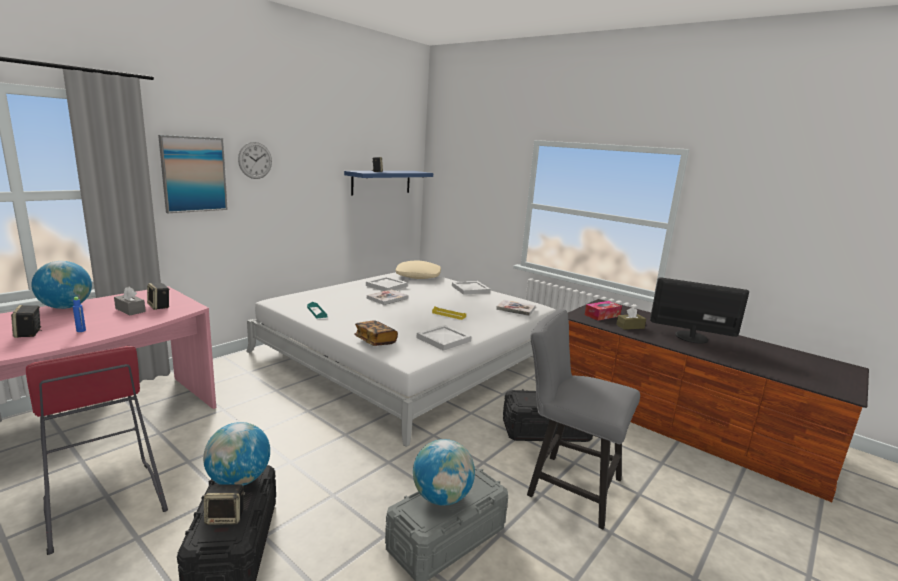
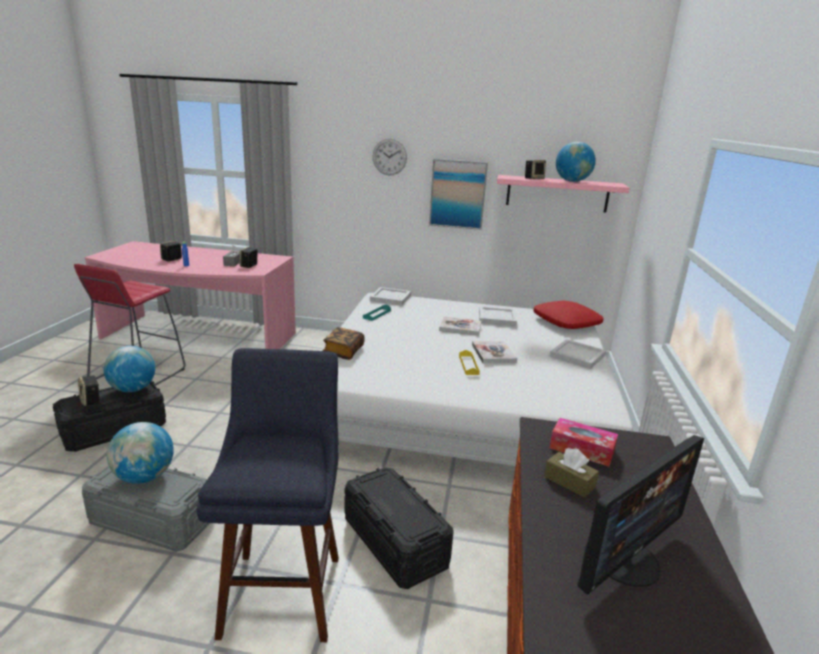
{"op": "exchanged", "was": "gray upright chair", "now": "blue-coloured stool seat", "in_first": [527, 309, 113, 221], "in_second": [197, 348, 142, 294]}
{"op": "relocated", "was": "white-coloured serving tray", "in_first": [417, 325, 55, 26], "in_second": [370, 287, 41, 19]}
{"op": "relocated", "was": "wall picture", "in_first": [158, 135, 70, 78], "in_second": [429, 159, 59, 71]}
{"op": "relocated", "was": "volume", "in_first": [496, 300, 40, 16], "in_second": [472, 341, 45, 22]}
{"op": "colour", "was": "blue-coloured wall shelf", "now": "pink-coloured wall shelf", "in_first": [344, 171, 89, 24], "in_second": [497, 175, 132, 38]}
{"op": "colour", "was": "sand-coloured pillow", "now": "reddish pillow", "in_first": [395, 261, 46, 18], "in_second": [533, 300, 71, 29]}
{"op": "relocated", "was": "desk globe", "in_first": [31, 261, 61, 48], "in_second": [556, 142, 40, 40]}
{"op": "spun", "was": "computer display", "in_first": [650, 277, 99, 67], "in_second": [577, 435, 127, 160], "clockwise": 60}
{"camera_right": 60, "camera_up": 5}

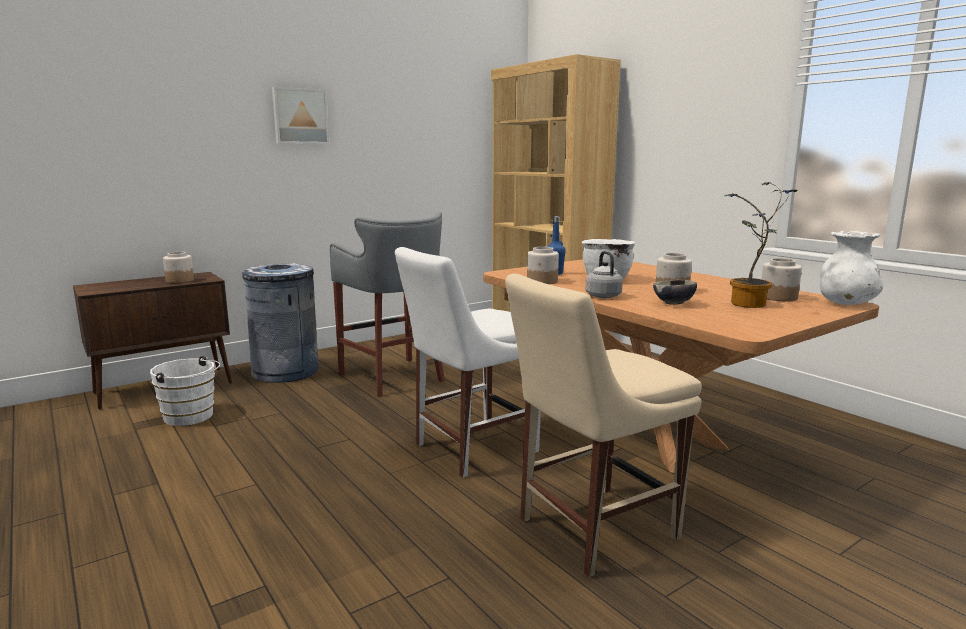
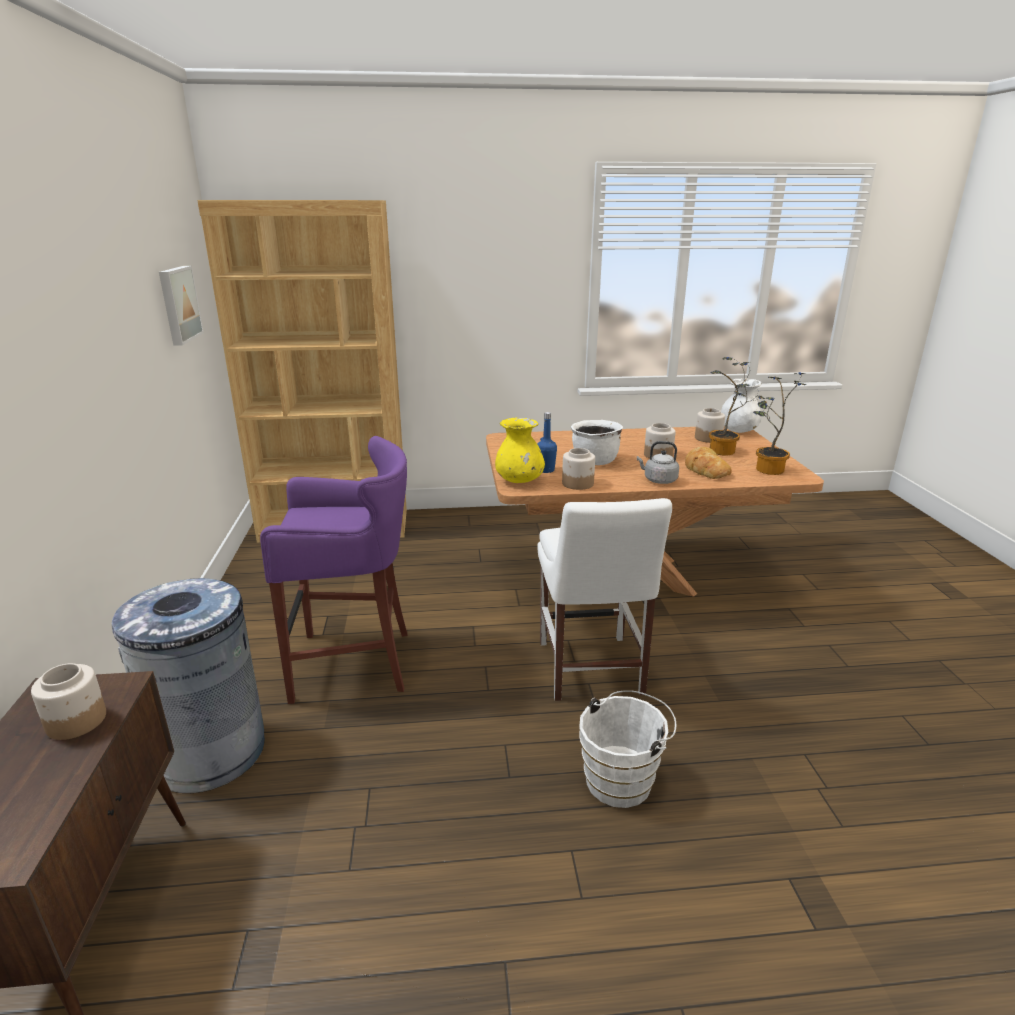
{"op": "relocated", "was": "wall picture", "in_first": [272, 87, 57, 57], "in_second": [159, 266, 45, 80]}
{"op": "colour", "was": "gray stool seat", "now": "purple stool seat", "in_first": [330, 212, 115, 185], "in_second": [260, 436, 148, 268]}
{"op": "appeared", "now": "yellow-coloured flower vase", "in_second": [495, 418, 50, 65]}
{"op": "relocated", "was": "white-coloured pail", "in_first": [150, 356, 70, 70], "in_second": [579, 690, 97, 118]}
{"op": "exchanged", "was": "serving bowl", "now": "baked bread", "in_first": [653, 280, 44, 25], "in_second": [685, 447, 47, 32]}
{"op": "appeared", "now": "plant in a pot", "in_second": [753, 372, 53, 103]}
{"op": "missing", "was": "sand-coloured upright chair", "in_first": [505, 274, 197, 303]}
{"camera_right": -60, "camera_up": 10}

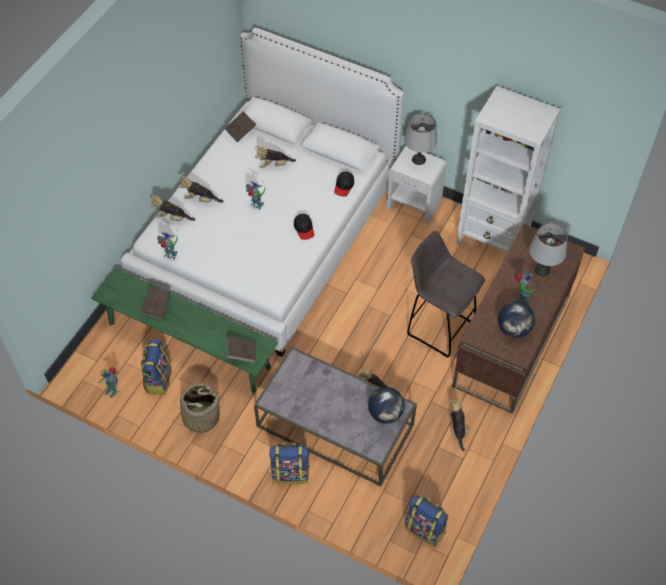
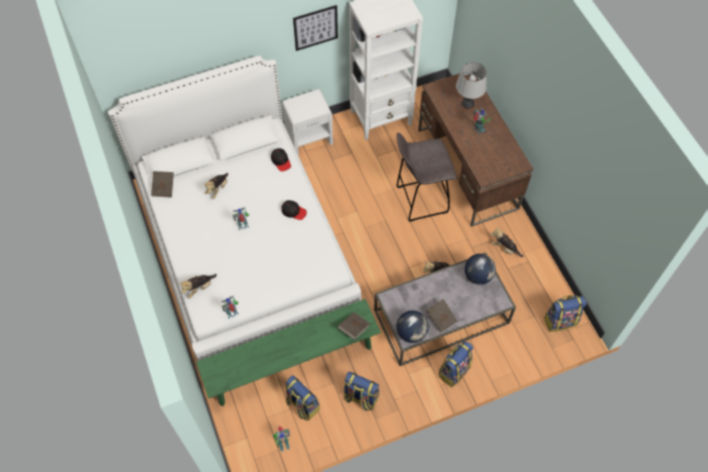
{"op": "appeared", "now": "wall picture", "in_second": [293, 5, 45, 46]}
{"op": "exchanged", "was": "household basket", "now": "backpack", "in_first": [176, 383, 47, 50], "in_second": [344, 372, 36, 39]}
{"op": "relocated", "was": "desk globe", "in_first": [498, 301, 37, 37], "in_second": [396, 311, 33, 32]}
{"op": "relocated", "was": "brown-coloured volume", "in_first": [141, 286, 30, 33], "in_second": [426, 299, 32, 34]}
{"op": "missing", "was": "plush toy", "in_first": [178, 176, 46, 27]}
{"op": "missing", "was": "gray tabletop lamp", "in_first": [404, 113, 33, 52]}
{"camera_right": -50, "camera_up": 5}

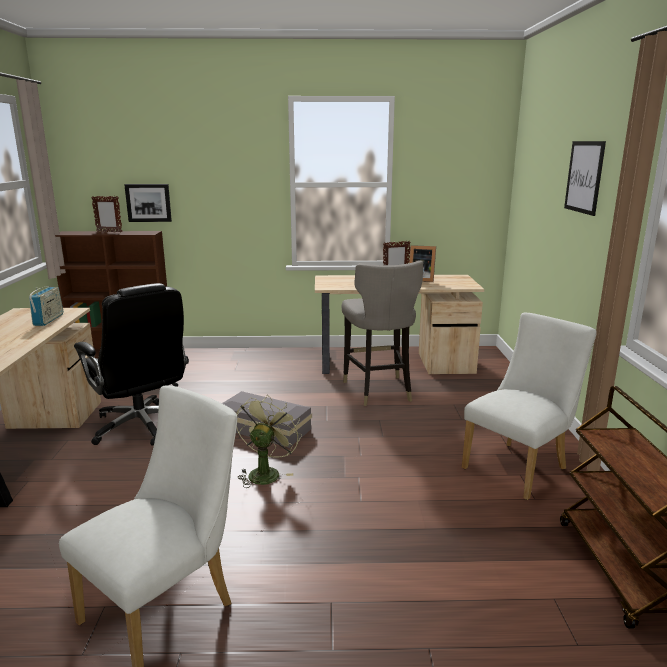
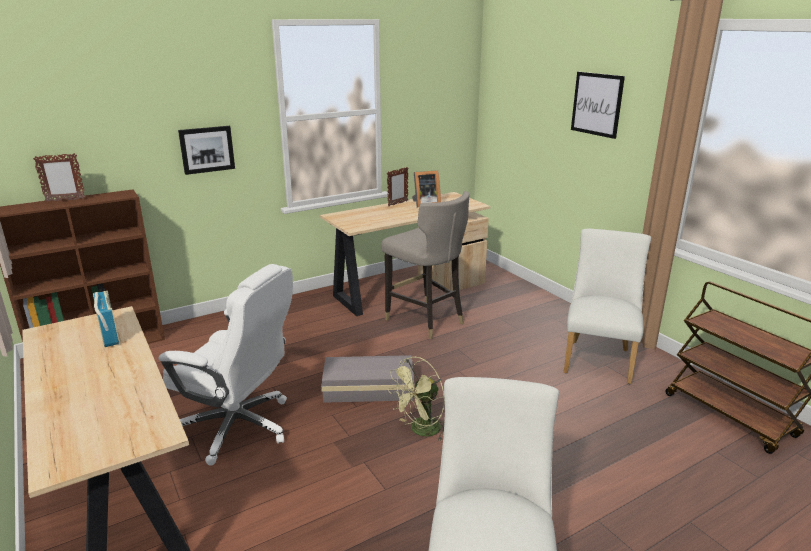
{"op": "colour", "was": "blackish office chair", "now": "white-coloured office chair", "in_first": [74, 283, 115, 163], "in_second": [158, 264, 135, 202]}
{"op": "relocated", "was": "wall picture", "in_first": [124, 184, 48, 38], "in_second": [178, 126, 57, 49]}
{"op": "spun", "was": "green-coloured electric fan", "in_first": [236, 395, 66, 93], "in_second": [388, 357, 56, 85], "clockwise": -120}
{"camera_right": -30, "camera_up": 5}

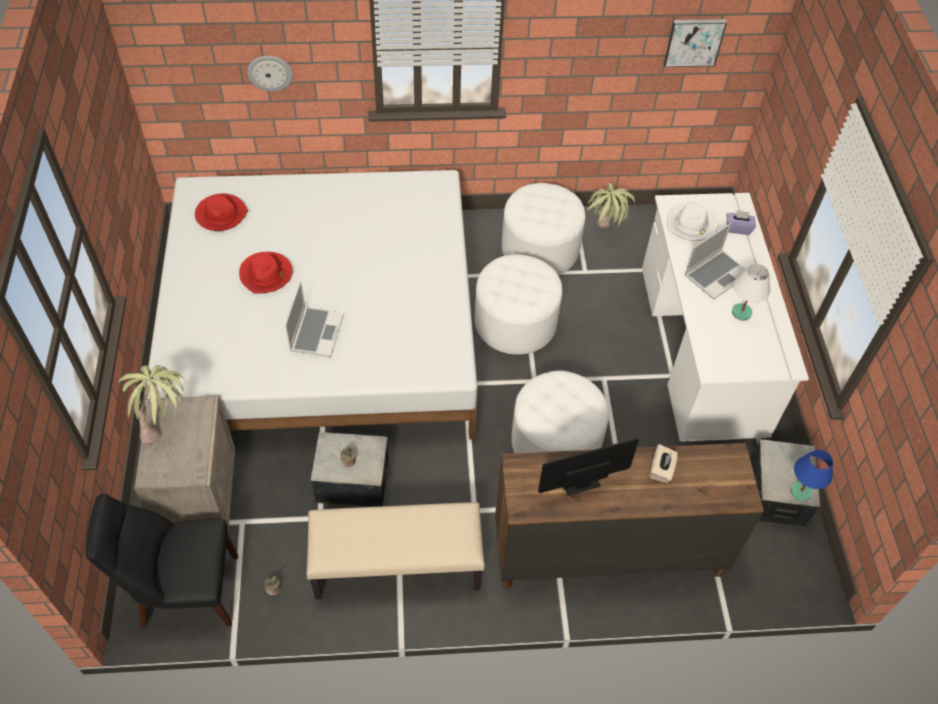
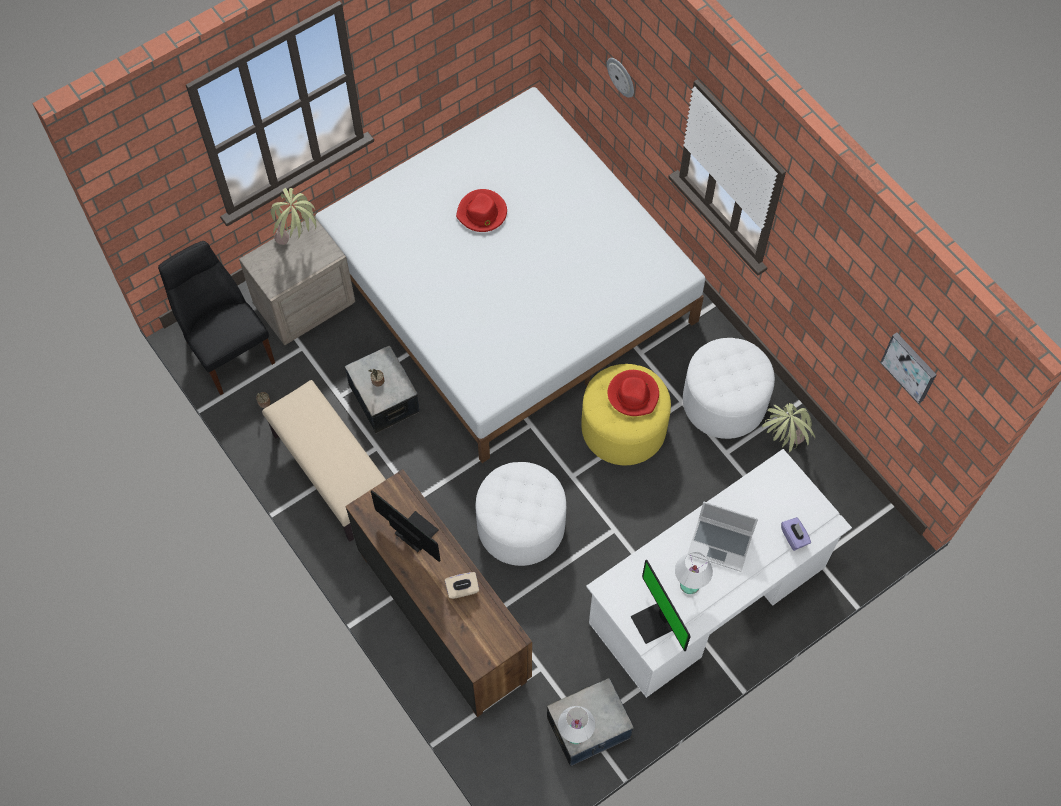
{"op": "colour", "was": "blue-coloured tabletop lamp", "now": "white-coloured tabletop lamp", "in_first": [791, 449, 42, 52], "in_second": [558, 706, 37, 38]}
{"op": "colour", "was": "white-coloured pouffe", "now": "yellow-coloured pouffe", "in_first": [475, 254, 87, 101], "in_second": [581, 364, 90, 101]}
{"op": "relocated", "was": "reddish hat", "in_first": [195, 193, 53, 38], "in_second": [608, 370, 51, 46]}
{"op": "appeared", "now": "computer display", "in_second": [630, 560, 61, 91]}
{"op": "missing", "was": "portable computer", "in_first": [285, 281, 59, 76]}
{"op": "missing", "was": "white-coloured hat", "in_first": [667, 202, 51, 39]}
{"camera_right": 60, "camera_up": 10}

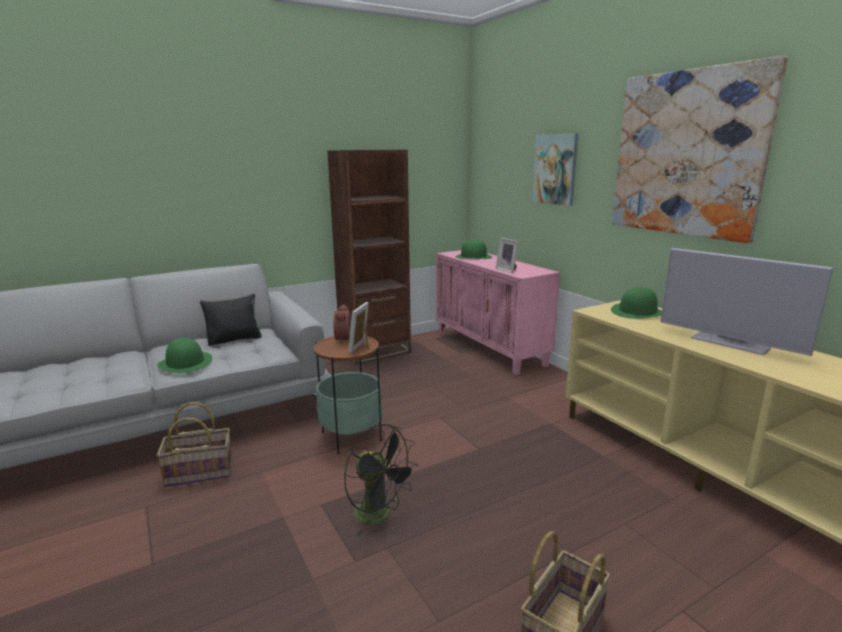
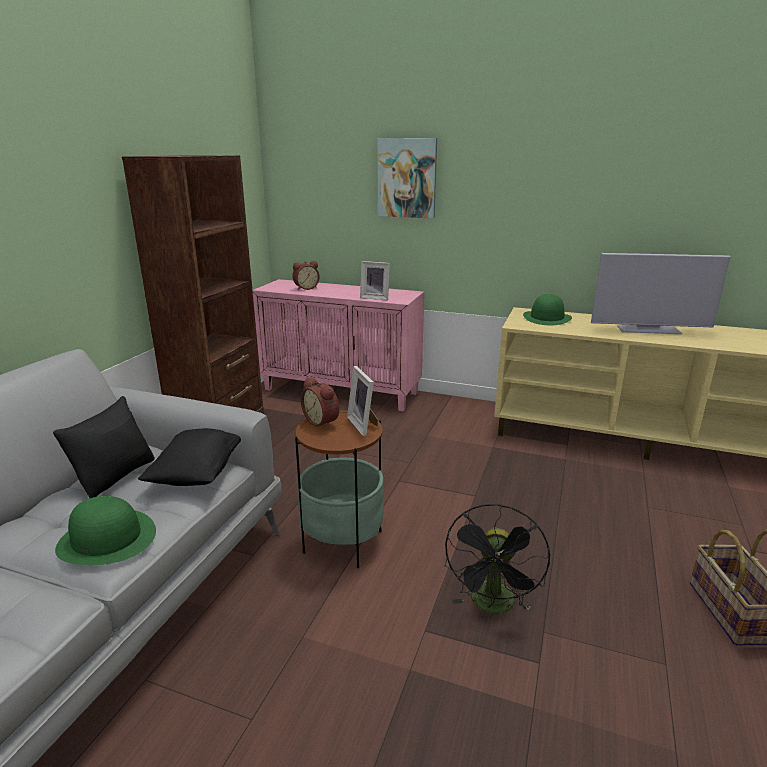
{"op": "appeared", "now": "blackish pillow", "in_second": [138, 428, 103, 58]}
{"op": "exchanged", "was": "green-coloured hat", "now": "bedside clock", "in_first": [455, 240, 37, 19], "in_second": [292, 261, 28, 29]}
{"op": "spun", "was": "blackish electric fan", "in_first": [344, 424, 74, 113], "in_second": [444, 504, 106, 109], "clockwise": 105}
{"op": "missing", "was": "household basket", "in_first": [157, 402, 76, 85]}
{"op": "missing", "was": "wall picture", "in_first": [612, 56, 176, 187]}
{"camera_right": -40, "camera_up": 5}

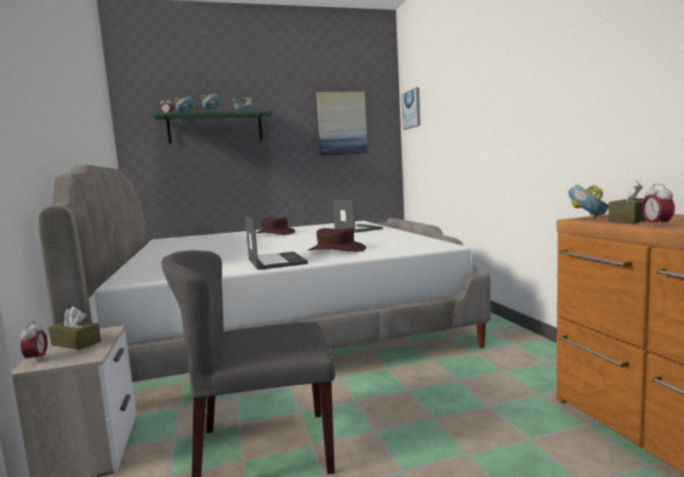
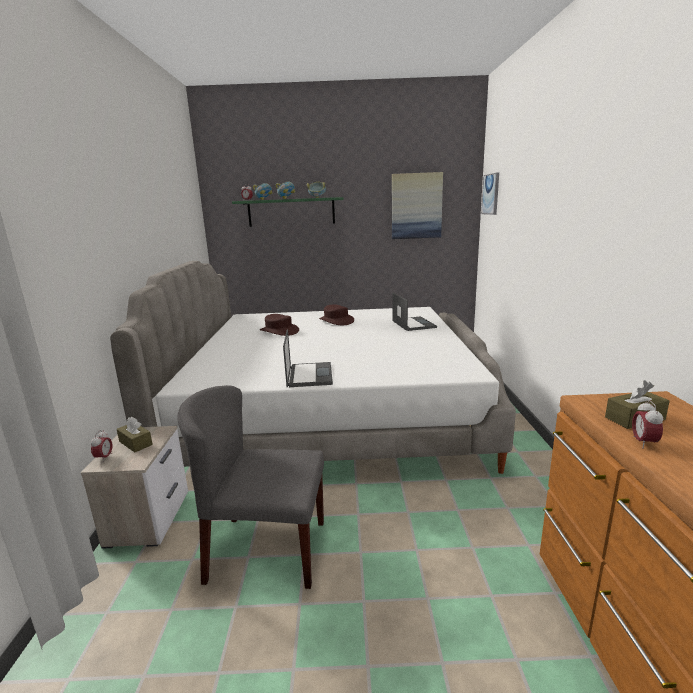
{"op": "relocated", "was": "brown-coloured hat", "in_first": [308, 228, 58, 24], "in_second": [260, 314, 39, 22]}
{"op": "missing", "was": "serving bowl", "in_first": [568, 184, 41, 35]}
{"camera_right": 15, "camera_up": 10}

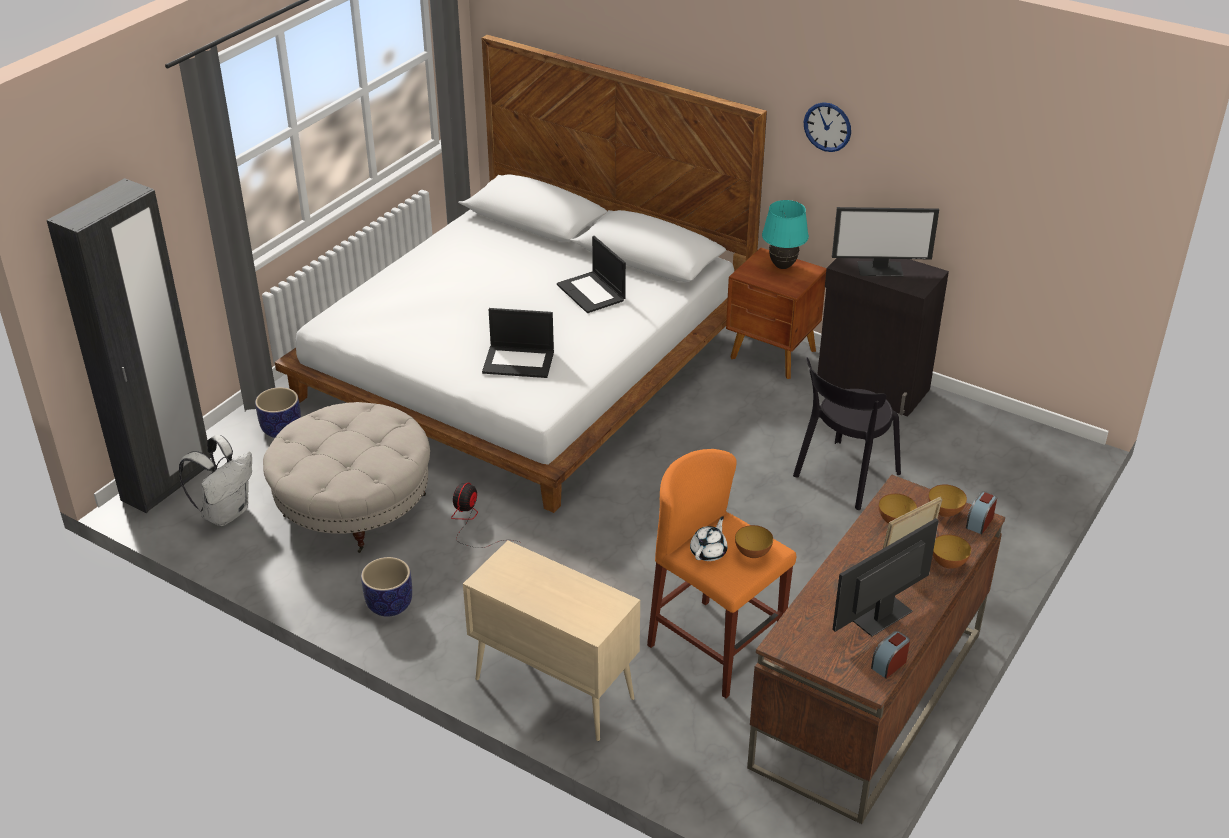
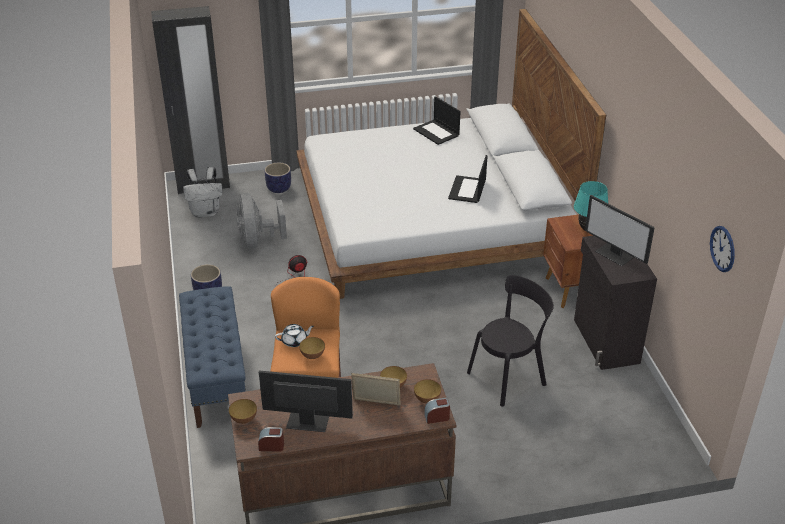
{"op": "exchanged", "was": "sand-coloured cupboard", "now": "blue-coloured indoor bench", "in_first": [463, 540, 177, 201], "in_second": [179, 286, 67, 142]}
{"op": "relocated", "was": "serving bowl", "in_first": [933, 535, 38, 34], "in_second": [229, 399, 28, 25]}
{"op": "exchanged", "was": "sand-coloured pouffe", "now": "gray electric fan", "in_first": [263, 402, 167, 151], "in_second": [236, 193, 51, 56]}
{"op": "relocated", "was": "portable computer", "in_first": [482, 308, 72, 70], "in_second": [413, 96, 48, 49]}
{"op": "spun", "was": "blackish upright chair", "in_first": [793, 357, 108, 153], "in_second": [467, 275, 87, 132], "clockwise": 150}
{"op": "relocated", "was": "wall clock", "in_first": [803, 102, 48, 50], "in_second": [710, 226, 25, 46]}
{"camera_right": 45, "camera_up": 0}

